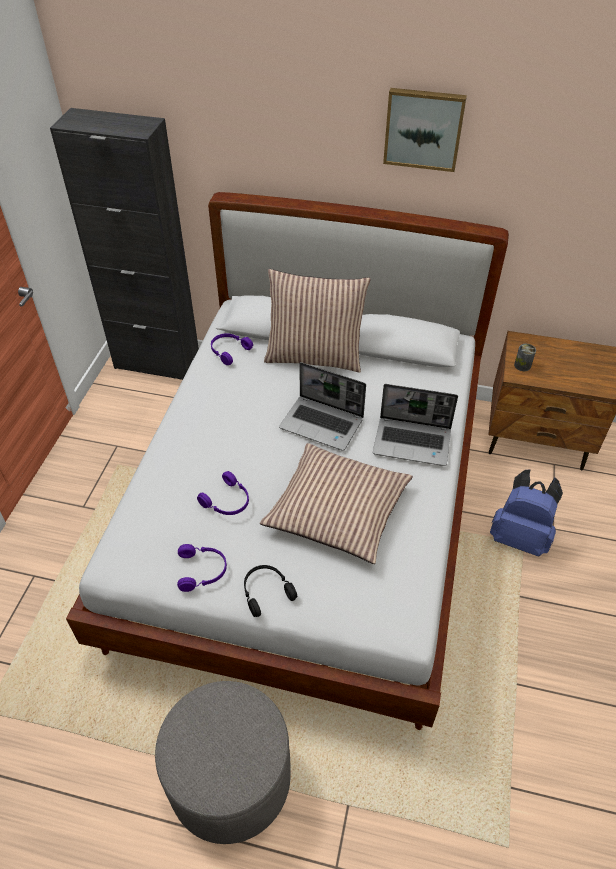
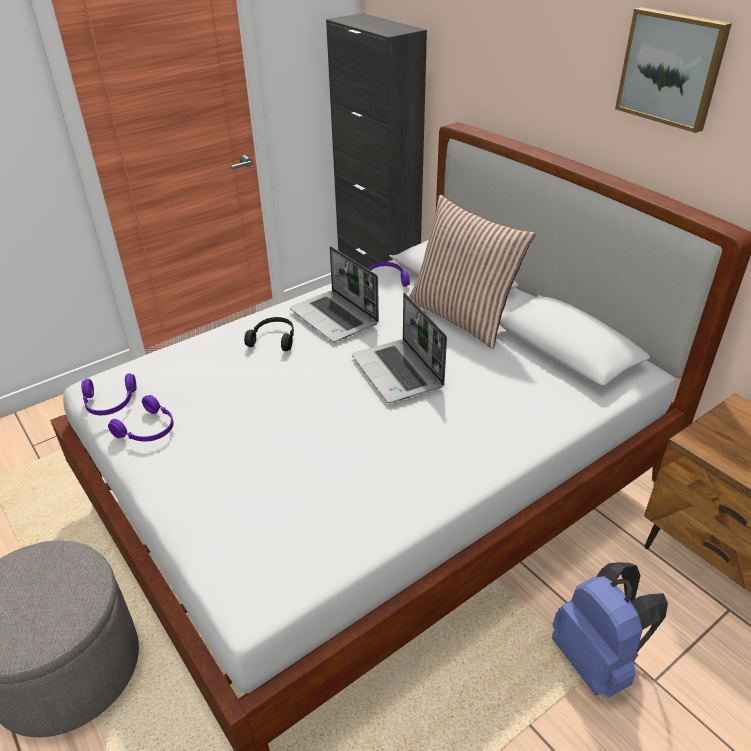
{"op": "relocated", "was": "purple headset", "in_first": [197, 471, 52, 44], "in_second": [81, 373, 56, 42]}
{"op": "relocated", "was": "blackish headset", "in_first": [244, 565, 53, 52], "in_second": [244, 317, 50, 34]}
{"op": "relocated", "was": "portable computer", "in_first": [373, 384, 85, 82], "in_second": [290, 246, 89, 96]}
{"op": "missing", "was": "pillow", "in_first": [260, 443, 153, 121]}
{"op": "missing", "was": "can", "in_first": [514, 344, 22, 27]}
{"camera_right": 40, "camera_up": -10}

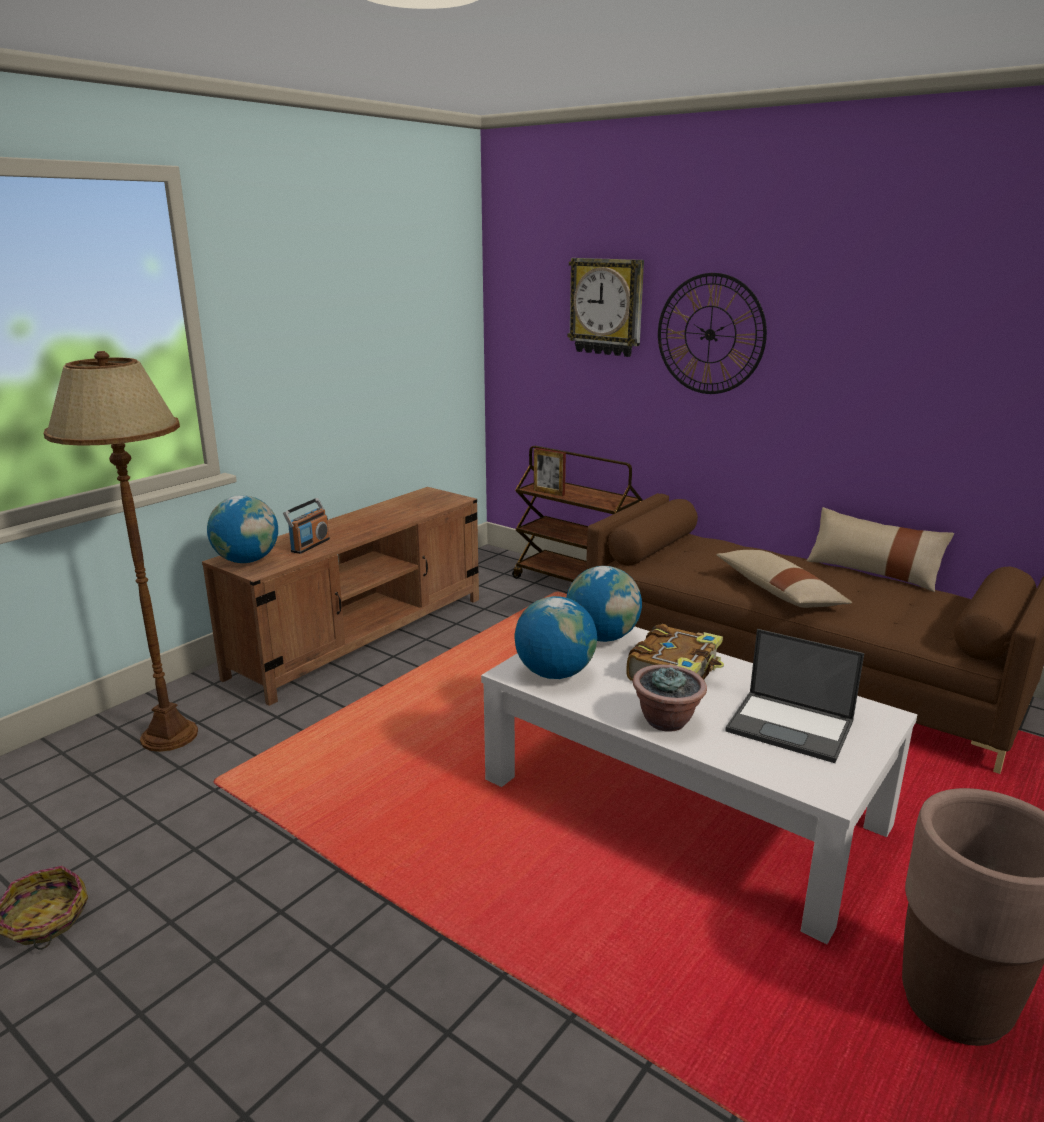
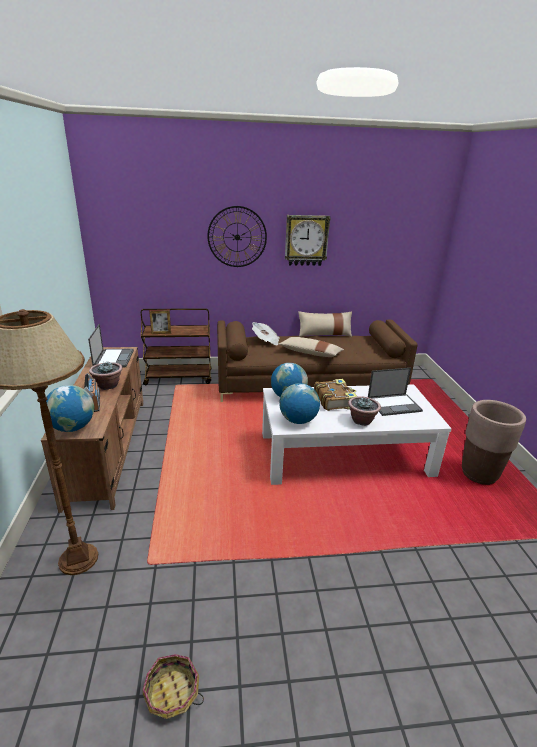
{"op": "appeared", "now": "portable computer", "in_second": [88, 324, 46, 43]}
{"op": "appeared", "now": "plant in a pot", "in_second": [89, 362, 34, 28]}
{"op": "appeared", "now": "newspaper", "in_second": [252, 322, 28, 24]}
{"op": "relocated", "was": "wall clock", "in_first": [567, 258, 77, 99], "in_second": [285, 215, 46, 51]}
{"camera_right": -45, "camera_up": 5}

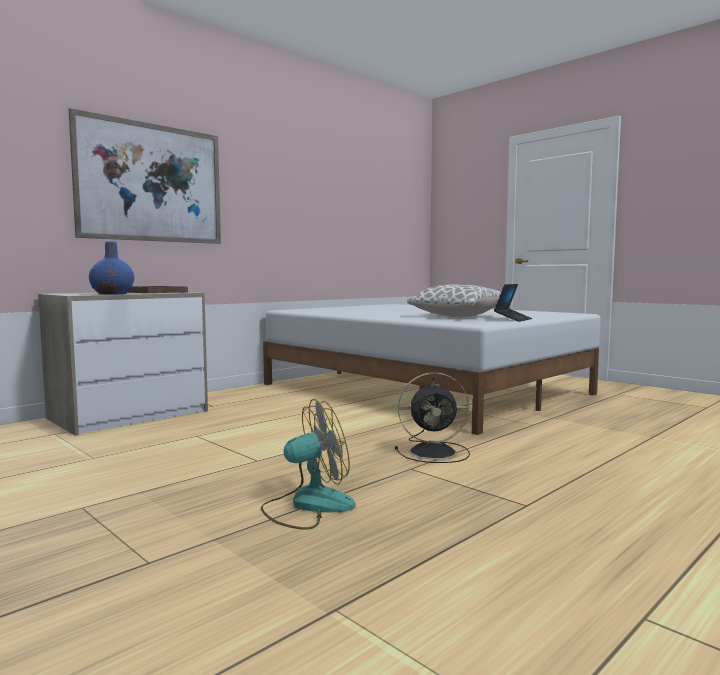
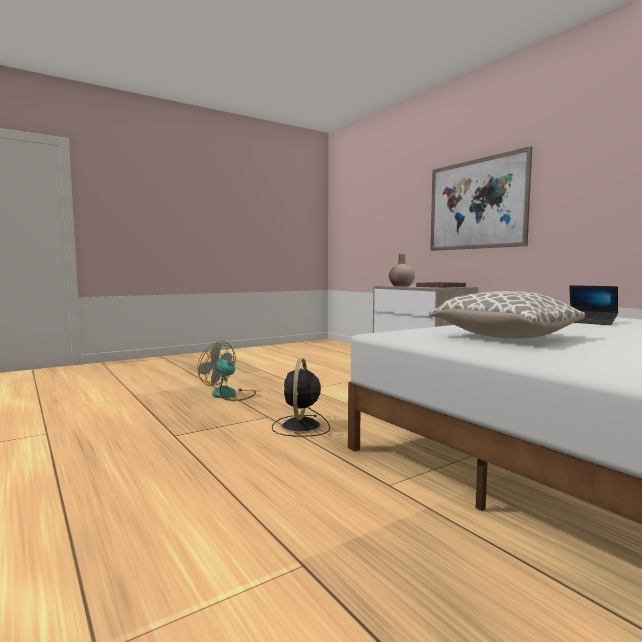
{"op": "spun", "was": "electric fan", "in_first": [261, 399, 95, 131], "in_second": [197, 341, 59, 60], "clockwise": 135}
{"op": "colour", "was": "blue-coloured flower vase", "now": "sand-coloured flower vase", "in_first": [89, 241, 45, 53], "in_second": [389, 254, 26, 32]}
{"op": "relocated", "was": "portable computer", "in_first": [494, 284, 38, 38], "in_second": [569, 285, 49, 40]}
{"camera_right": 100, "camera_up": 0}

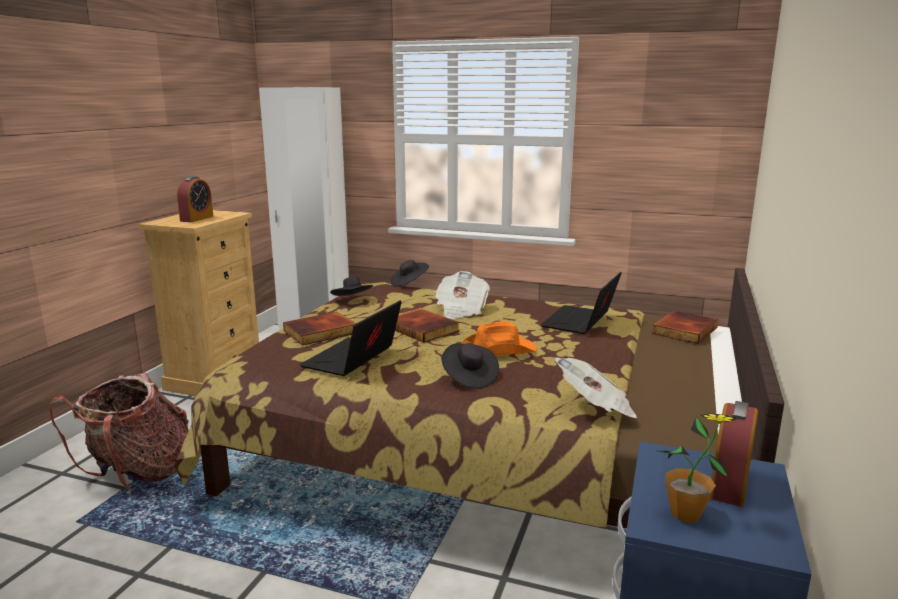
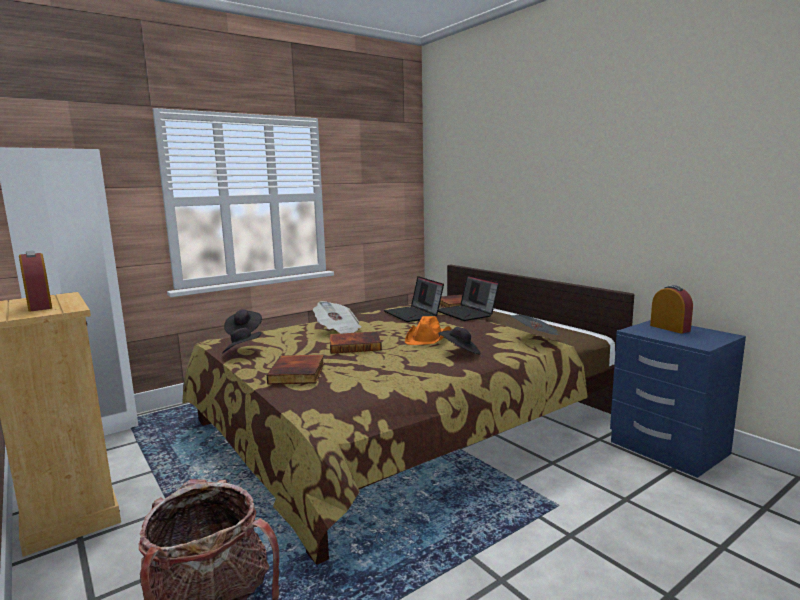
{"op": "relocated", "was": "portable computer", "in_first": [299, 300, 103, 76], "in_second": [438, 275, 61, 46]}
{"op": "missing", "was": "plant in a pot", "in_first": [658, 413, 79, 110]}
{"camera_right": -55, "camera_up": -5}

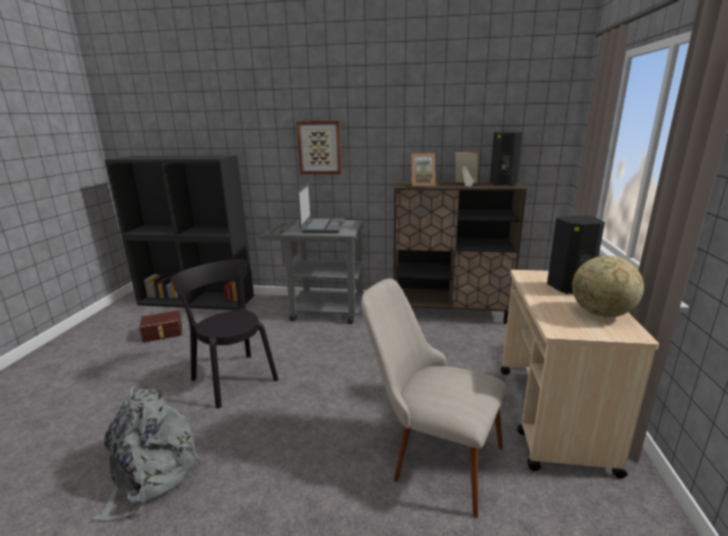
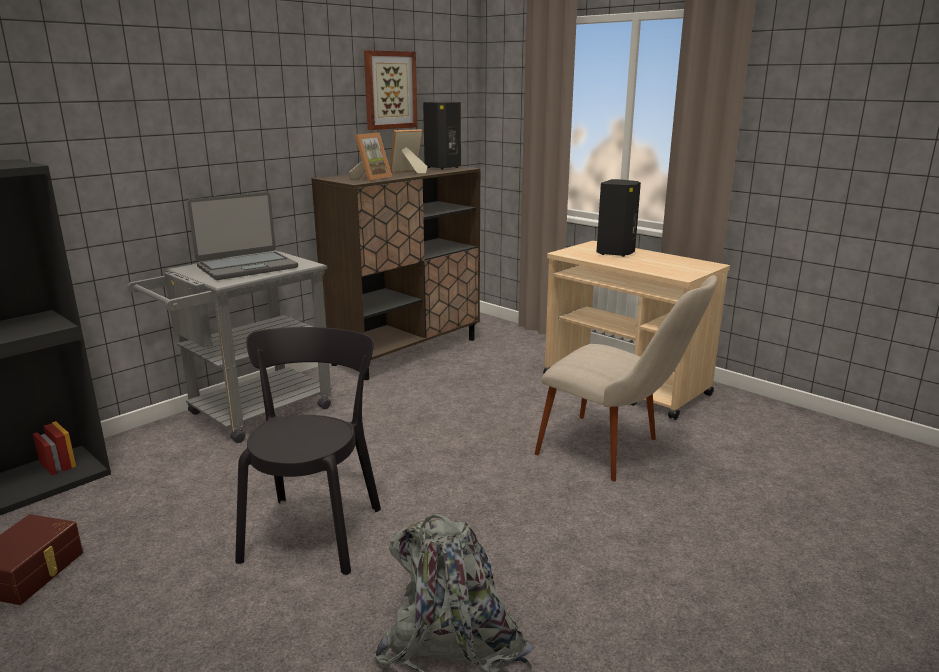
{"op": "spun", "was": "portable computer", "in_first": [297, 184, 48, 49], "in_second": [187, 192, 111, 88], "clockwise": 105}
{"op": "spun", "was": "blackish upright chair", "in_first": [171, 259, 107, 150], "in_second": [235, 327, 146, 248], "clockwise": 105}
{"op": "relocated", "was": "wall picture", "in_first": [296, 121, 46, 53], "in_second": [364, 50, 54, 80]}
{"op": "spun", "was": "sand-coloured upright chair", "in_first": [361, 278, 145, 240], "in_second": [534, 275, 183, 206], "clockwise": -120}
{"op": "missing", "was": "desk globe", "in_first": [572, 255, 72, 62]}
{"camera_right": -55, "camera_up": 0}

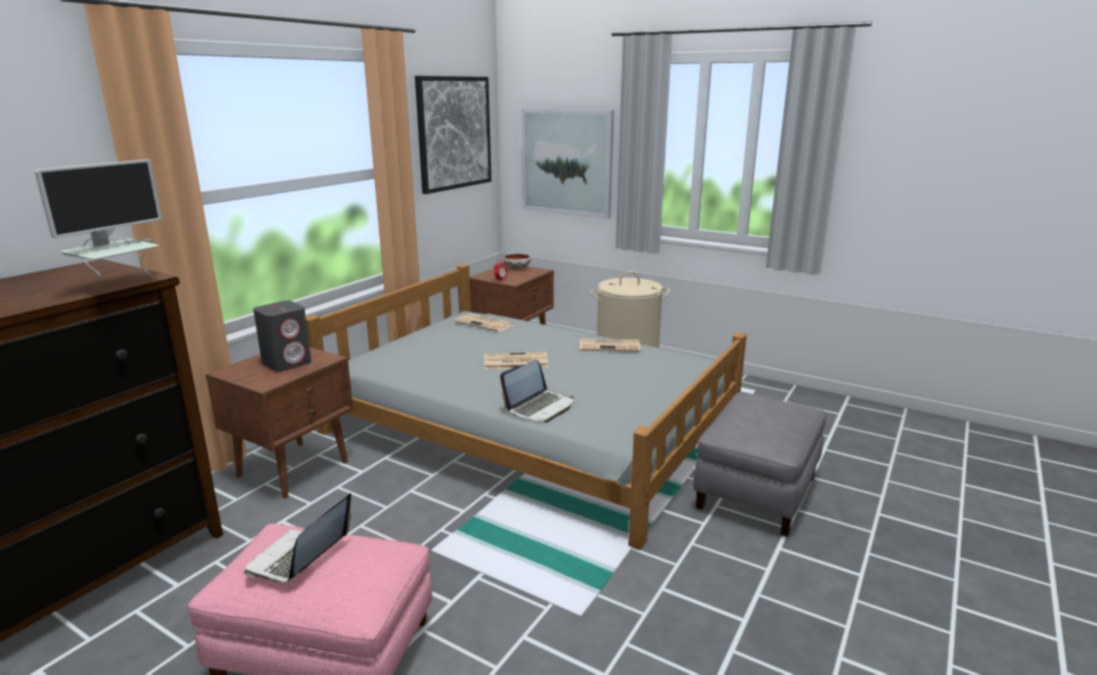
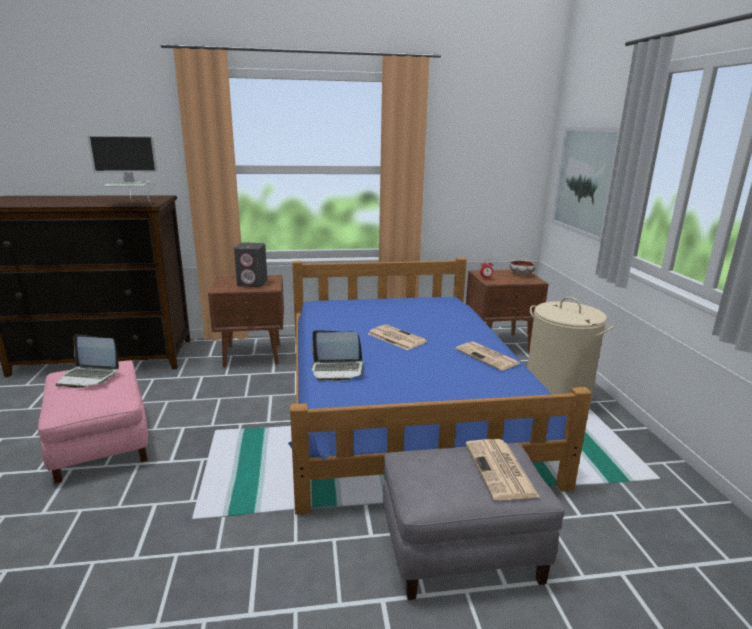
{"op": "spun", "was": "portable computer", "in_first": [244, 493, 107, 89], "in_second": [56, 334, 63, 54], "clockwise": -150}
{"op": "colour", "was": "gray bed", "now": "blue-coloured bed", "in_first": [306, 264, 441, 286], "in_second": [288, 257, 304, 258]}
{"op": "relocated", "was": "newspaper", "in_first": [454, 314, 61, 18], "in_second": [466, 439, 74, 61]}
{"op": "missing", "was": "wall picture", "in_first": [415, 76, 76, 118]}
{"camera_right": 50, "camera_up": 0}

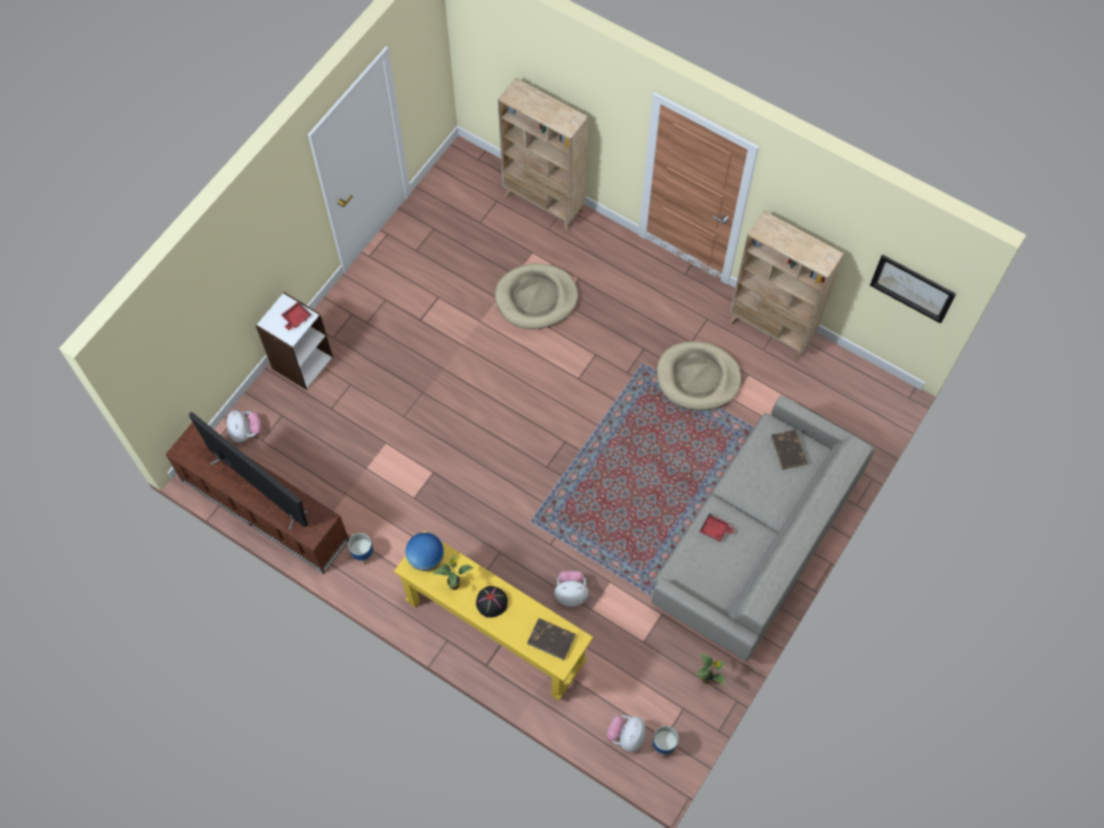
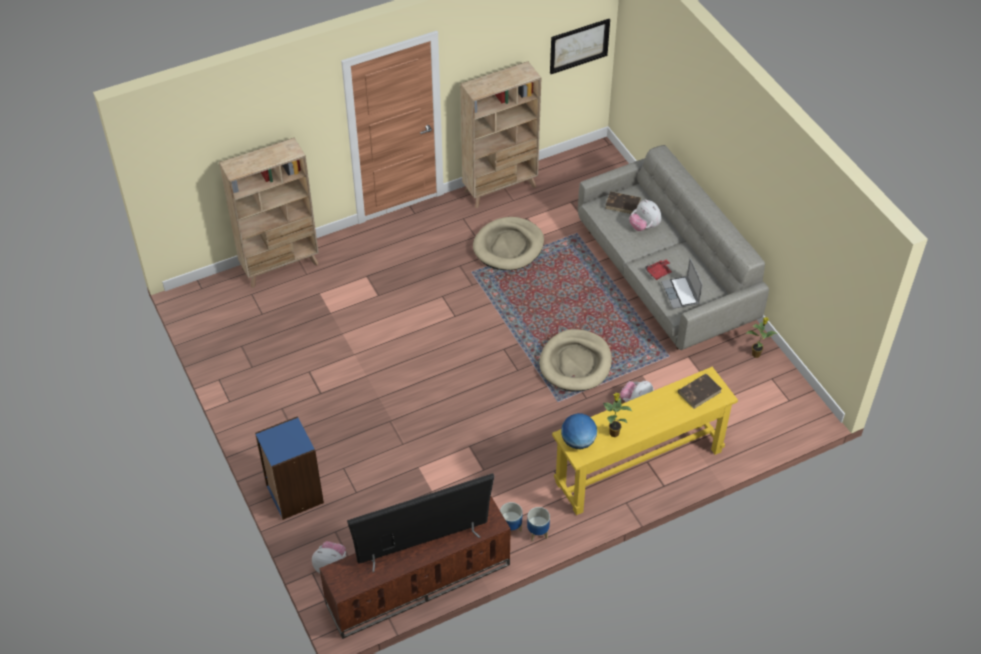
{"op": "colour", "was": "white-coloured bookcase", "now": "blue-coloured bookcase", "in_first": [256, 292, 77, 98], "in_second": [255, 416, 69, 104]}
{"op": "relocated", "was": "flower pot", "in_first": [652, 726, 26, 31], "in_second": [527, 507, 23, 34]}
{"op": "relocated", "was": "sand-coloured dog bed", "in_first": [495, 263, 83, 66], "in_second": [539, 329, 73, 63]}
{"op": "relocated", "was": "plush toy", "in_first": [607, 715, 39, 37], "in_second": [629, 199, 33, 32]}
{"op": "appeared", "now": "portable computer", "in_second": [661, 258, 41, 51]}
{"op": "missing", "was": "reddish serving tray", "in_first": [281, 302, 30, 29]}
{"op": "missing", "was": "blackish hat", "in_first": [476, 586, 32, 32]}
{"camera_right": -60, "camera_up": -15}

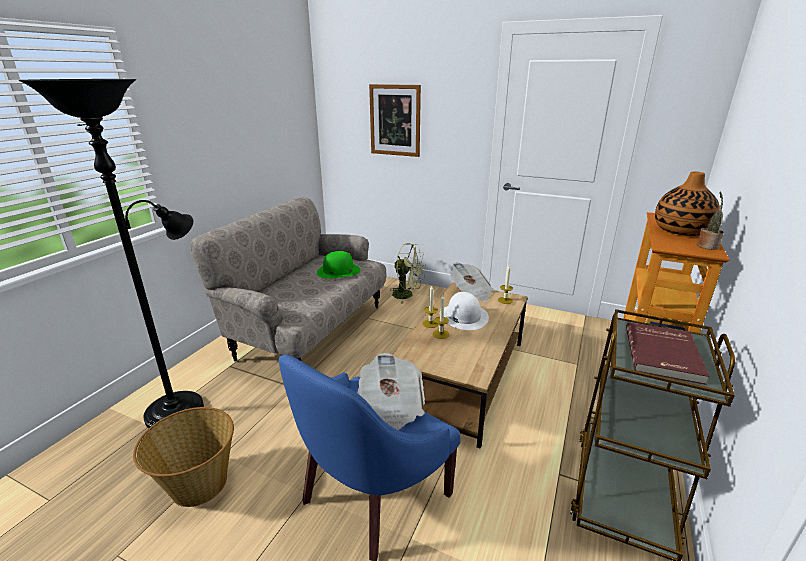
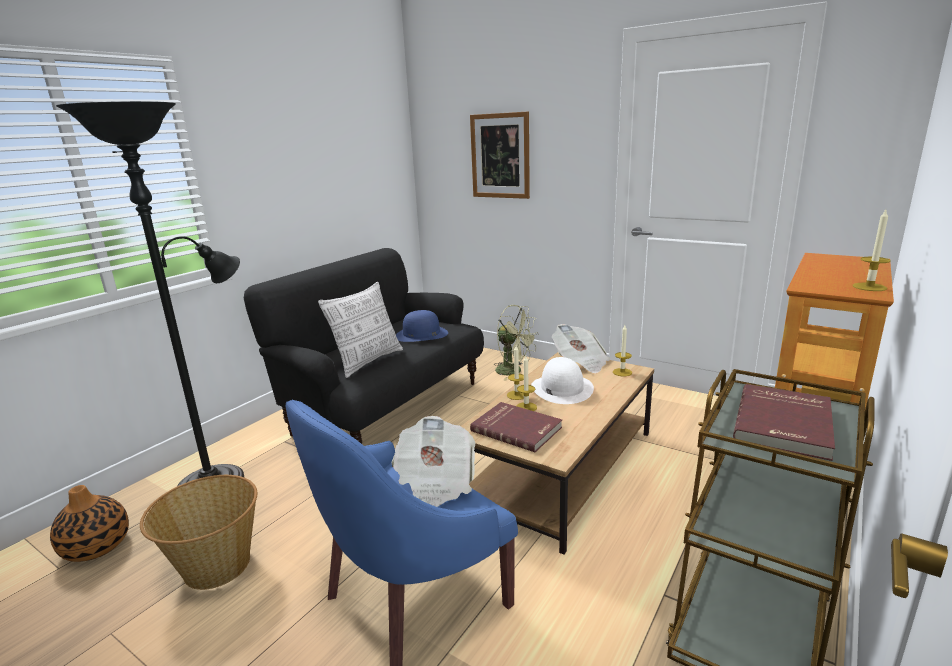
{"op": "relocated", "was": "flower vase", "in_first": [655, 172, 65, 64], "in_second": [50, 485, 79, 77]}
{"op": "colour", "was": "sand-coloured settee", "now": "blackish settee", "in_first": [190, 197, 197, 165], "in_second": [244, 248, 240, 196]}
{"op": "appeared", "now": "pillow", "in_second": [318, 282, 85, 96]}
{"op": "colour", "was": "green-coloured hat", "now": "blue-coloured hat", "in_first": [317, 251, 43, 27], "in_second": [396, 310, 52, 32]}
{"op": "appeared", "now": "reddish volume", "in_second": [470, 402, 92, 50]}
{"op": "exchanged", "was": "plant in a pot", "now": "candle", "in_first": [697, 192, 27, 58], "in_second": [853, 210, 38, 81]}
{"camera_right": 10, "camera_up": -5}

